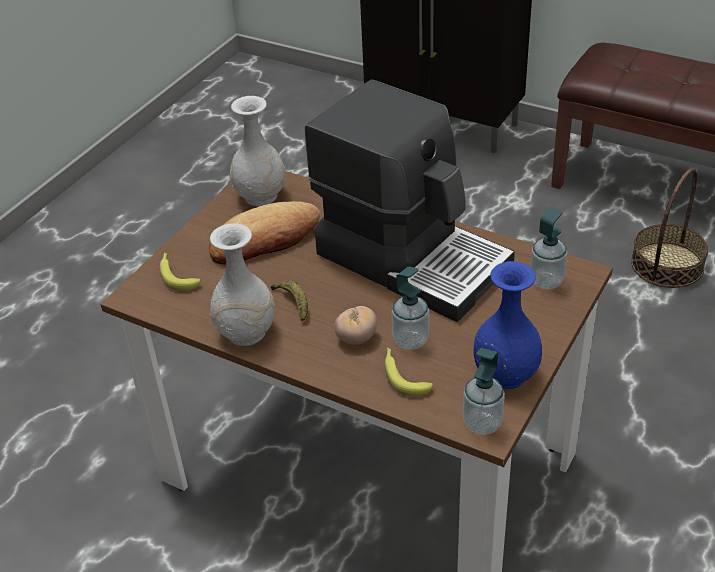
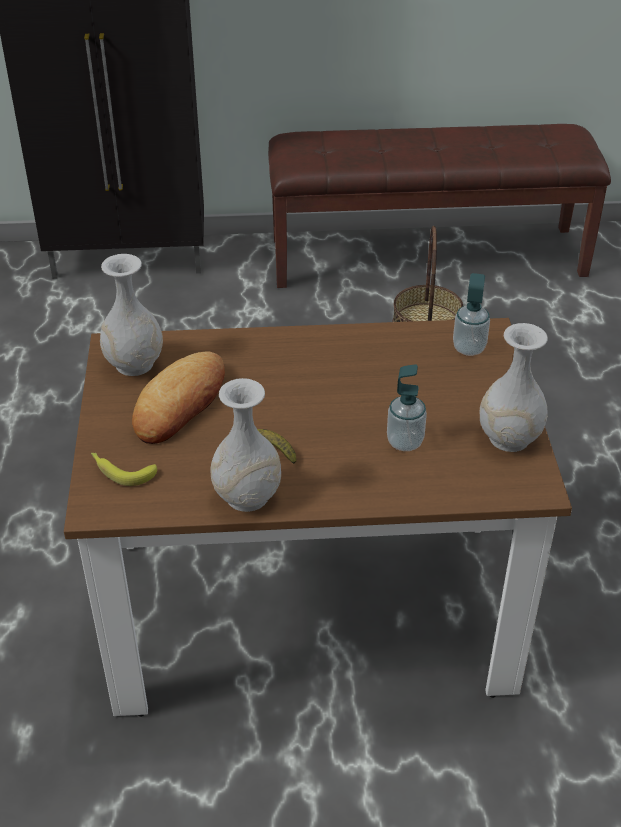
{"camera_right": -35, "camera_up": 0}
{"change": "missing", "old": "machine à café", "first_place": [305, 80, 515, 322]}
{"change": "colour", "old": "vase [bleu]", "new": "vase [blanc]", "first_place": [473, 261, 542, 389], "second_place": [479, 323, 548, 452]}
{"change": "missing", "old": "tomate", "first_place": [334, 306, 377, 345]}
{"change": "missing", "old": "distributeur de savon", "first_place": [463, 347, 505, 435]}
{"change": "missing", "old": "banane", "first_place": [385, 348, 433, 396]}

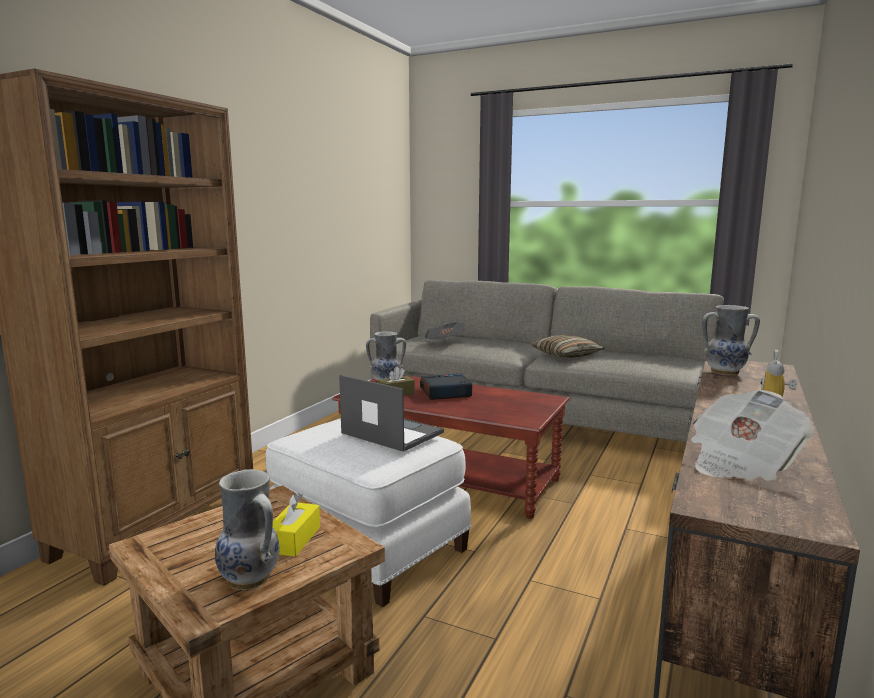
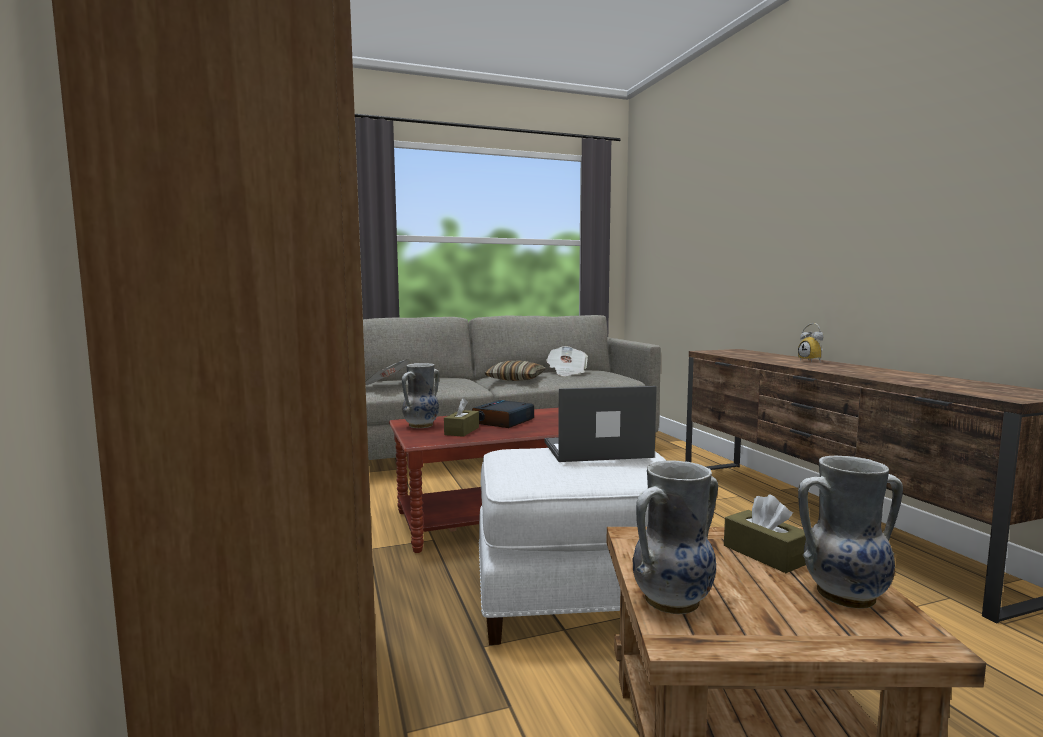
{"camera_right": -45, "camera_up": -5}
{"change": "relocated", "old": "vase", "first_place": [702, 305, 760, 375], "second_place": [632, 460, 718, 614]}
{"change": "relocated", "old": "journal", "first_place": [691, 390, 814, 481], "second_place": [546, 346, 588, 376]}
{"change": "colour", "old": "boîte à mouchoirs [jaune]", "new": "boîte à mouchoirs [marron]", "first_place": [273, 493, 320, 557], "second_place": [724, 494, 806, 573]}

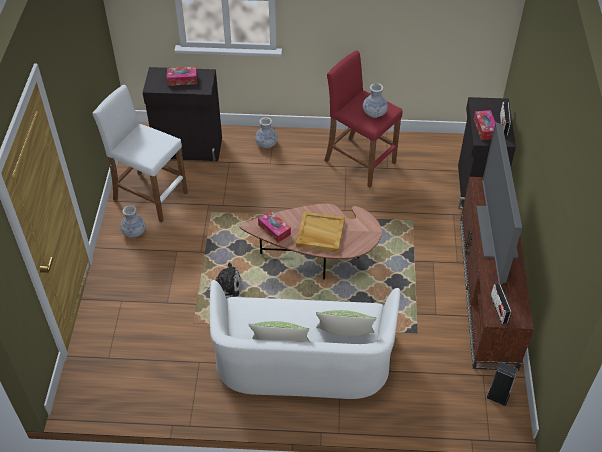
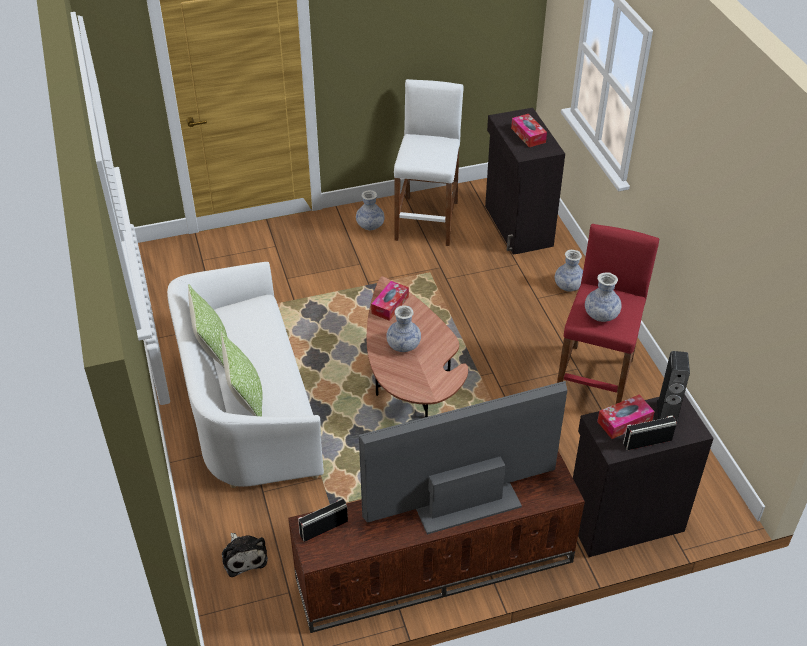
{"camera_right": 70, "camera_up": -5}
{"change": "exchanged", "old": "plateau [beige]", "new": "vase", "first_place": [296, 212, 345, 253], "second_place": [386, 305, 421, 352]}
{"change": "relocated", "old": "peluche", "first_place": [205, 263, 240, 298], "second_place": [222, 533, 268, 577]}
{"change": "relocated", "old": "enceinte", "first_place": [486, 361, 518, 406], "second_place": [657, 351, 690, 424]}

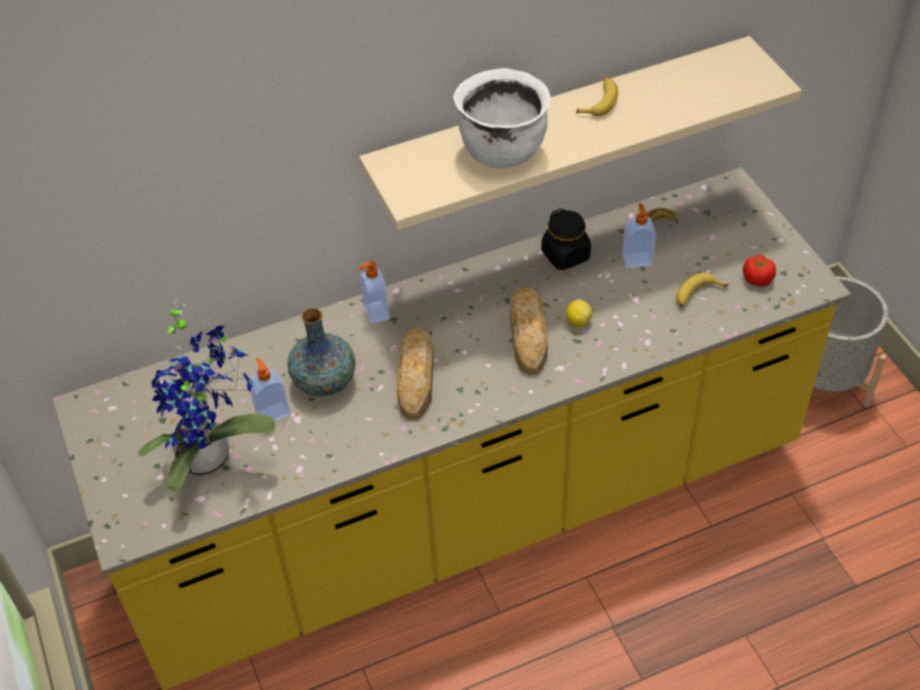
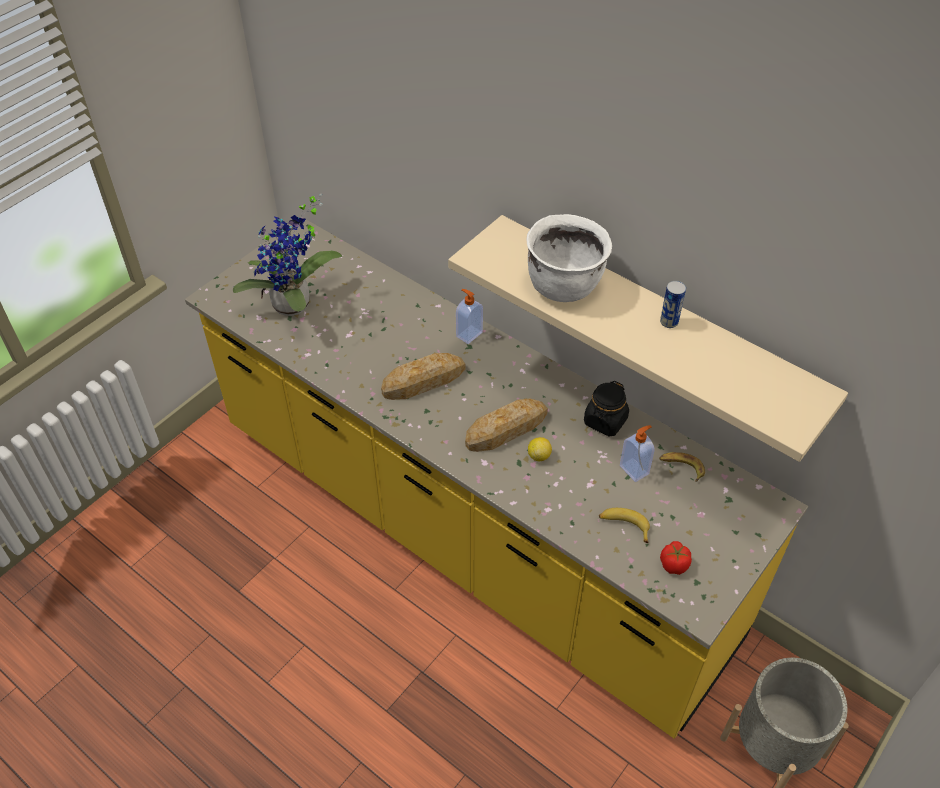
{"camera_right": 60, "camera_up": 0}
{"change": "exchanged", "old": "banane", "new": "boîte métallique", "first_place": [576, 77, 618, 116], "second_place": [660, 281, 686, 328]}
{"change": "missing", "old": "vase", "first_place": [288, 308, 356, 397]}
{"change": "missing", "old": "distributeur de savon", "first_place": [250, 358, 290, 422]}

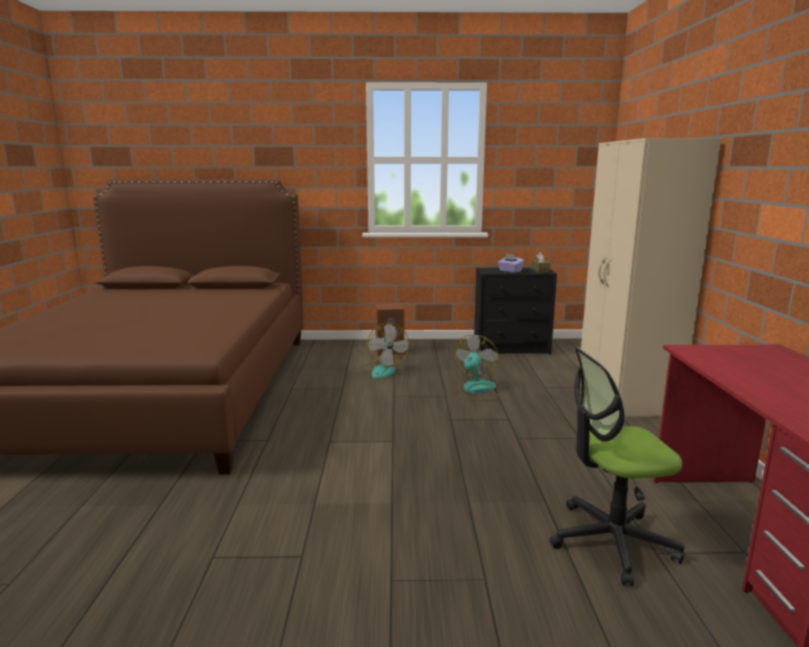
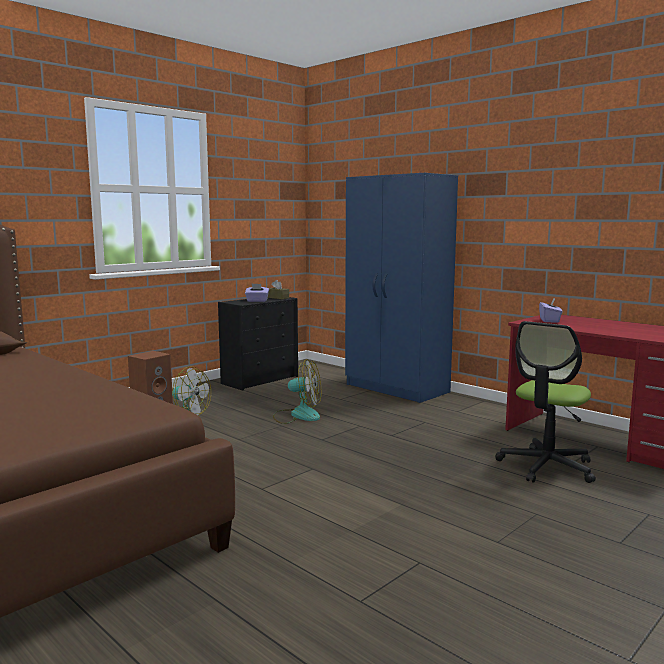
{"camera_right": -45, "camera_up": -5}
{"change": "colour", "old": "armoire [beige]", "new": "armoire [bleu]", "first_place": [581, 138, 721, 417], "second_place": [345, 173, 458, 403]}
{"change": "spun", "old": "ventilateur", "first_place": [454, 335, 501, 401], "second_place": [273, 359, 322, 424], "degrees": 120}
{"change": "appeared", "new": "boîte à mouchoirs [violet]", "second_place": [539, 298, 563, 323]}

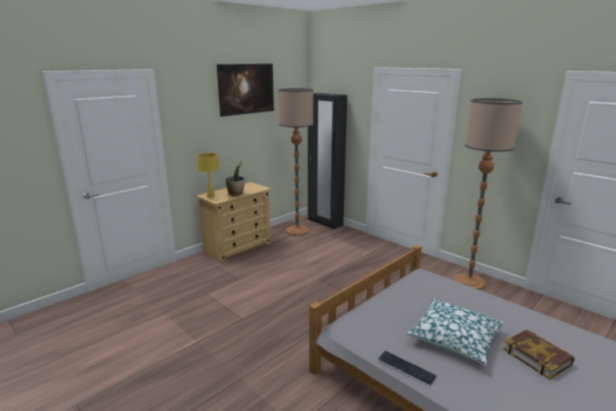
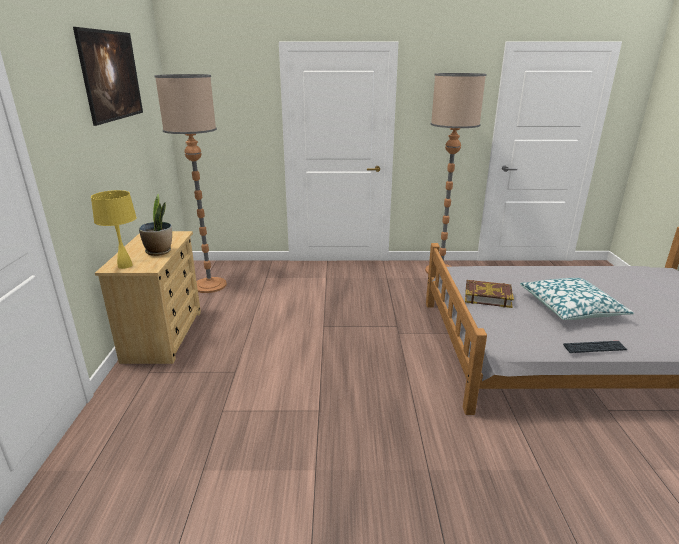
{"camera_right": -45, "camera_up": 5}
{"change": "missing", "old": "armoire [noir]", "first_place": [308, 93, 347, 229]}
{"change": "relocated", "old": "livre", "first_place": [503, 330, 575, 380], "second_place": [465, 280, 514, 308]}

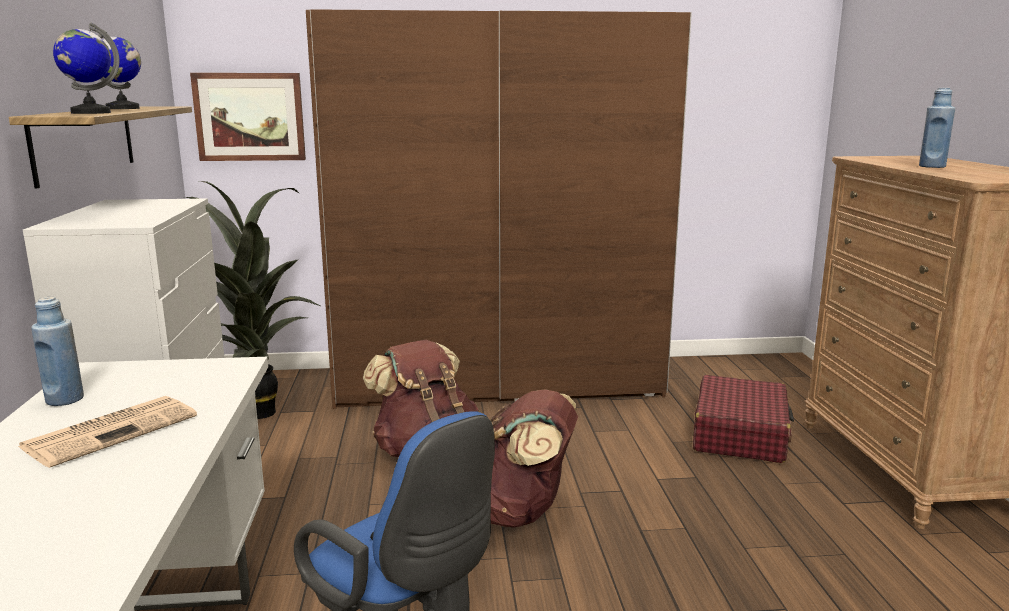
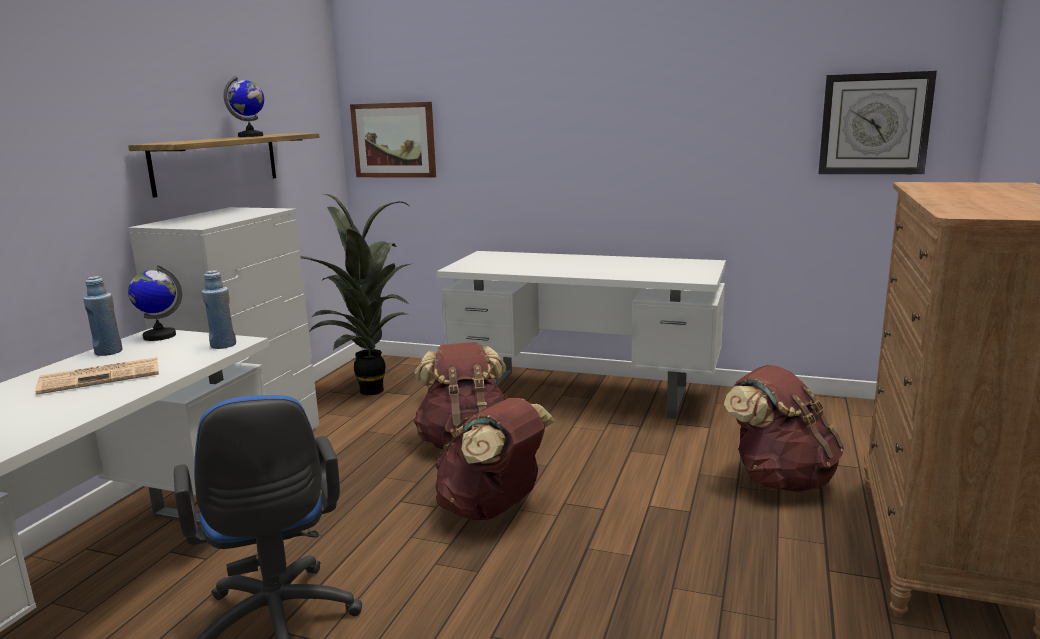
{"camera_right": 25, "camera_up": 0}
{"change": "exchanged", "old": "armoire [marron]", "new": "bureau [blanc]", "first_place": [306, 9, 692, 409], "second_place": [437, 251, 726, 418]}
{"change": "relocated", "old": "globe", "first_place": [53, 22, 120, 114], "second_place": [128, 265, 182, 341]}
{"change": "relocated", "old": "bouteille [bleu]", "first_place": [919, 88, 955, 168], "second_place": [202, 270, 236, 349]}
{"change": "exchanged", "old": "valise [rouge]", "new": "sac à dos [marron]", "first_place": [693, 375, 794, 463], "second_place": [724, 365, 844, 492]}
{"change": "appeared", "new": "horloge murale", "second_place": [818, 71, 937, 174]}

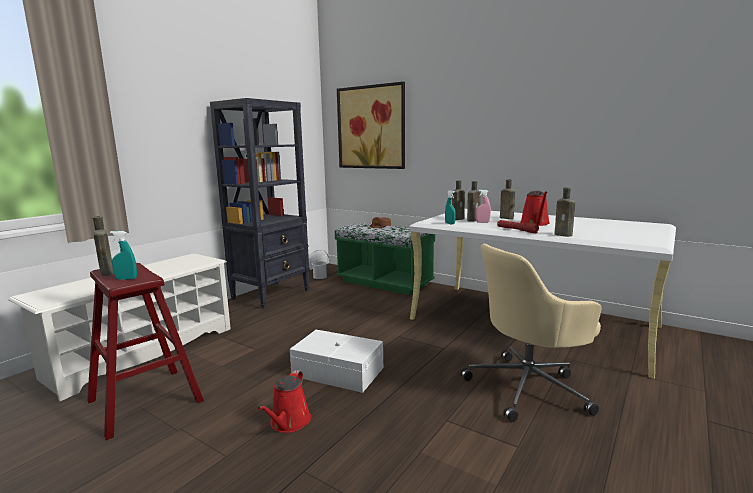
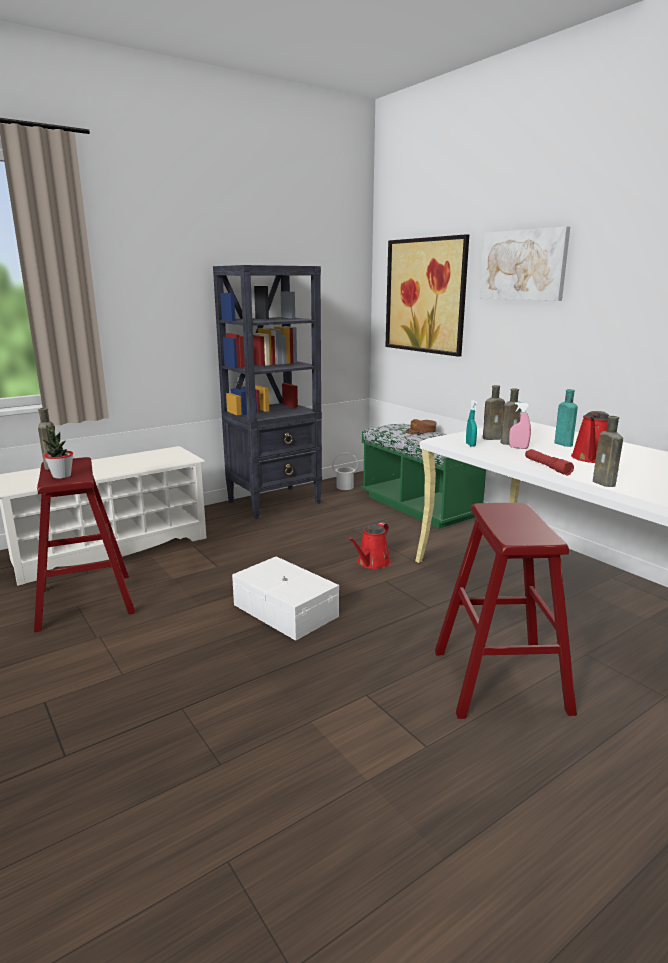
{"camera_right": 20, "camera_up": 5}
{"change": "colour", "old": "bouteille [marron]", "new": "bouteille [turquoise]", "first_place": [500, 179, 515, 219], "second_place": [554, 389, 578, 447]}
{"change": "exchanged", "old": "vaporisateur [turquoise]", "new": "plante en pot", "first_place": [110, 231, 137, 280], "second_place": [43, 425, 73, 479]}
{"change": "exchanged", "old": "chaise de bureau [beige]", "new": "tabouret [rouge]", "first_place": [460, 244, 602, 422], "second_place": [435, 503, 577, 719]}
{"change": "relocated", "old": "arrosoir [rouge]", "first_place": [258, 370, 311, 433], "second_place": [348, 522, 391, 569]}
{"change": "appeared", "new": "tableau", "second_place": [480, 226, 570, 301]}

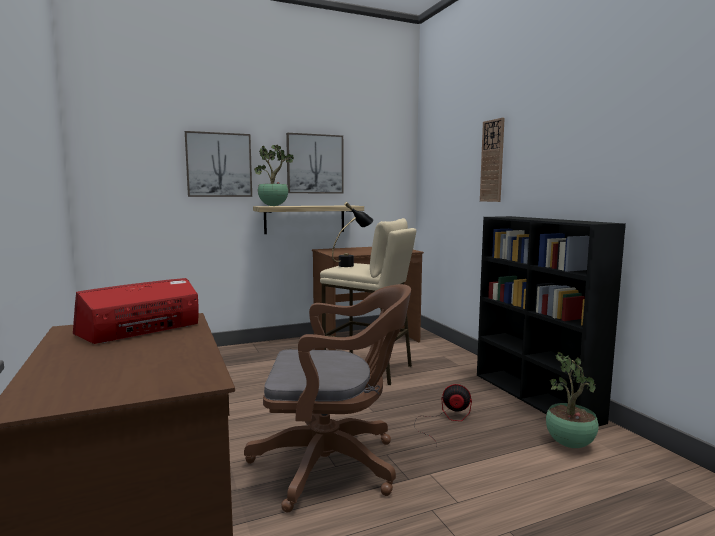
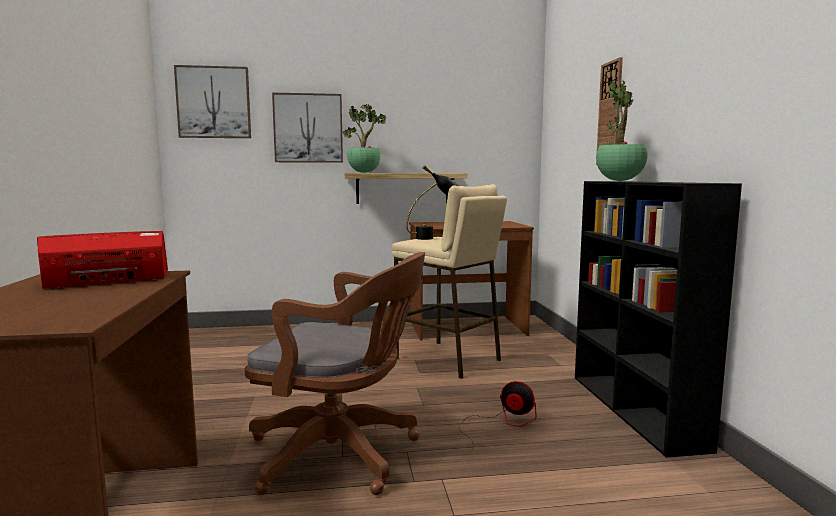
{"camera_right": 15, "camera_up": 0}
{"change": "relocated", "old": "tableau", "first_place": [286, 133, 344, 193], "second_place": [174, 65, 251, 138]}
{"change": "relocated", "old": "plante en pot", "first_place": [546, 352, 599, 448], "second_place": [596, 81, 647, 181]}

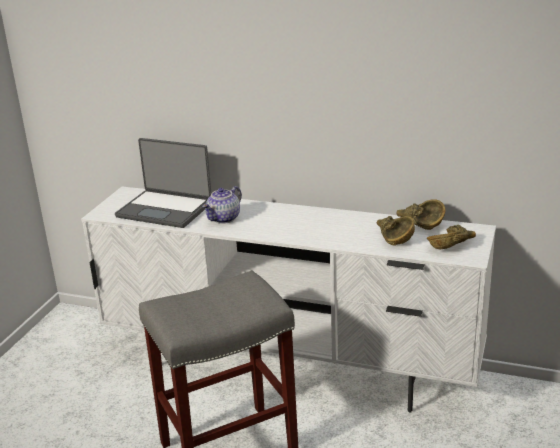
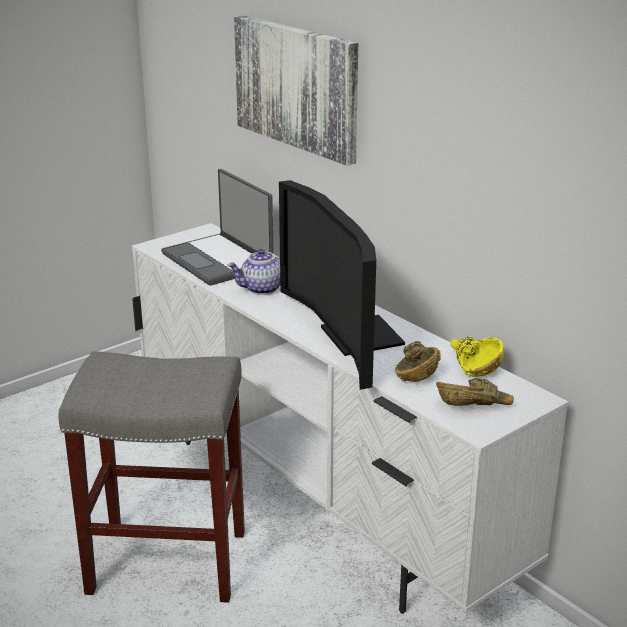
{"camera_right": 30, "camera_up": 0}
{"change": "colour", "old": "bol [marron]", "new": "bol [jaune]", "first_place": [396, 199, 446, 230], "second_place": [450, 336, 504, 378]}
{"change": "appeared", "new": "tableau", "second_place": [234, 15, 358, 166]}
{"change": "appeared", "new": "téléviseur", "second_place": [279, 180, 405, 390]}

